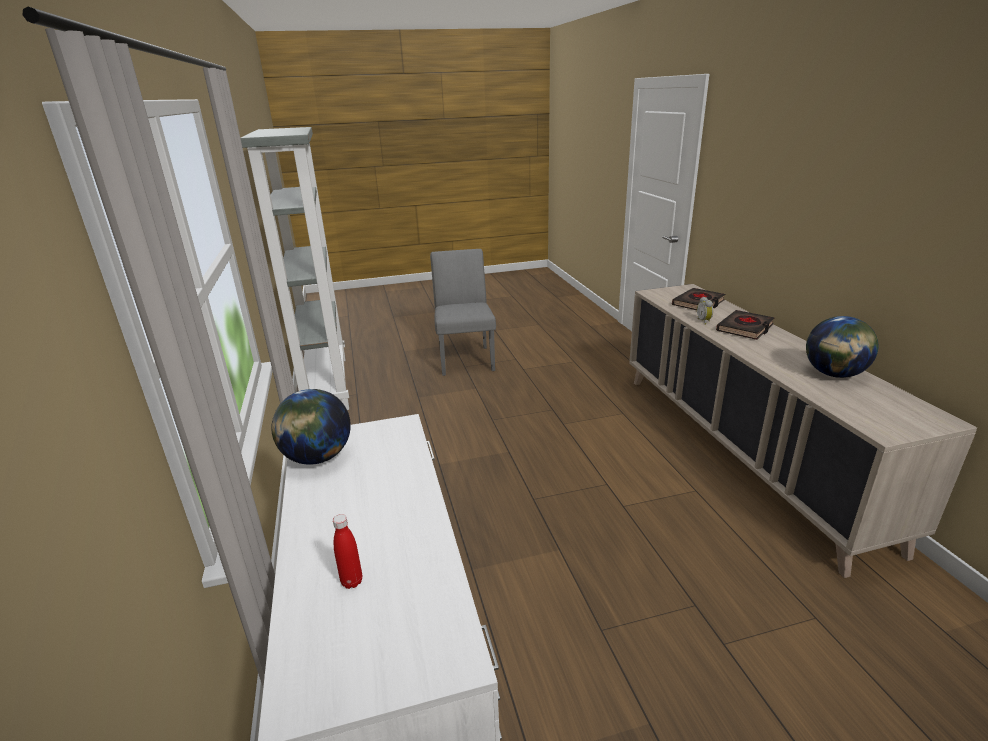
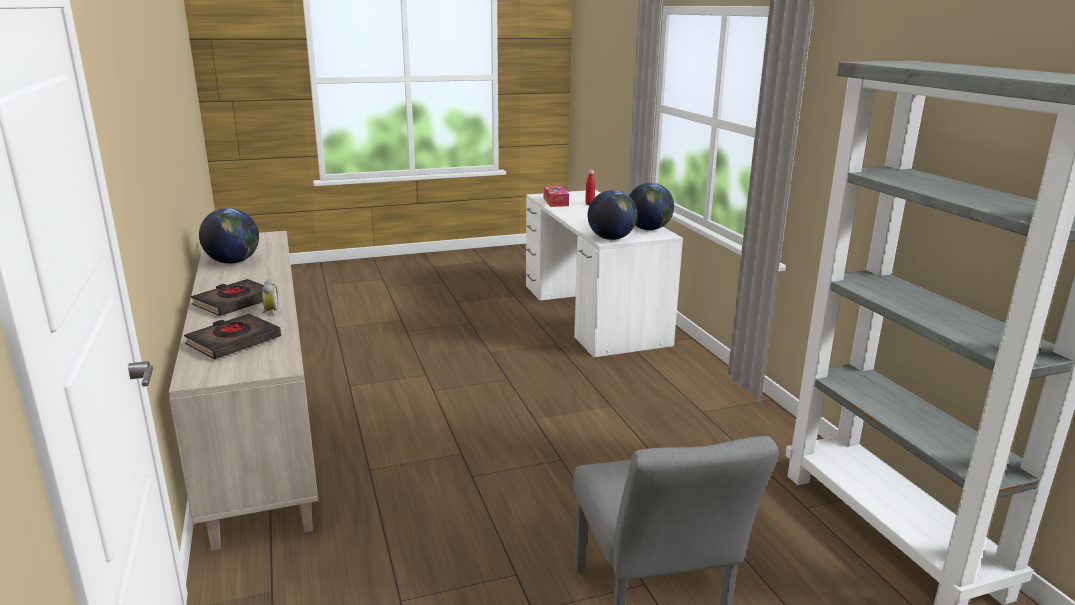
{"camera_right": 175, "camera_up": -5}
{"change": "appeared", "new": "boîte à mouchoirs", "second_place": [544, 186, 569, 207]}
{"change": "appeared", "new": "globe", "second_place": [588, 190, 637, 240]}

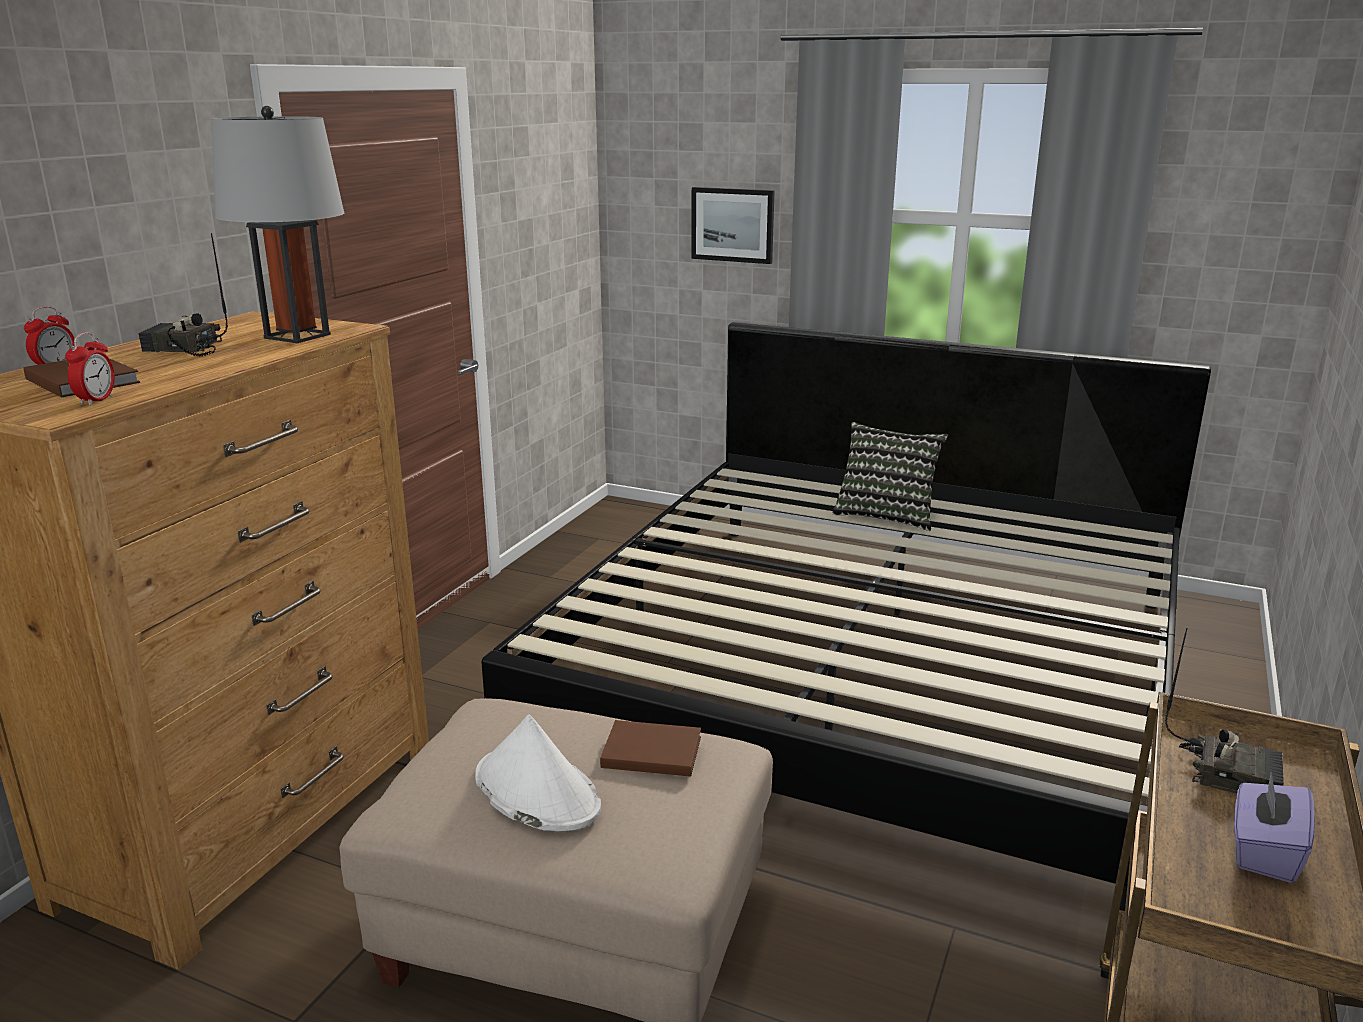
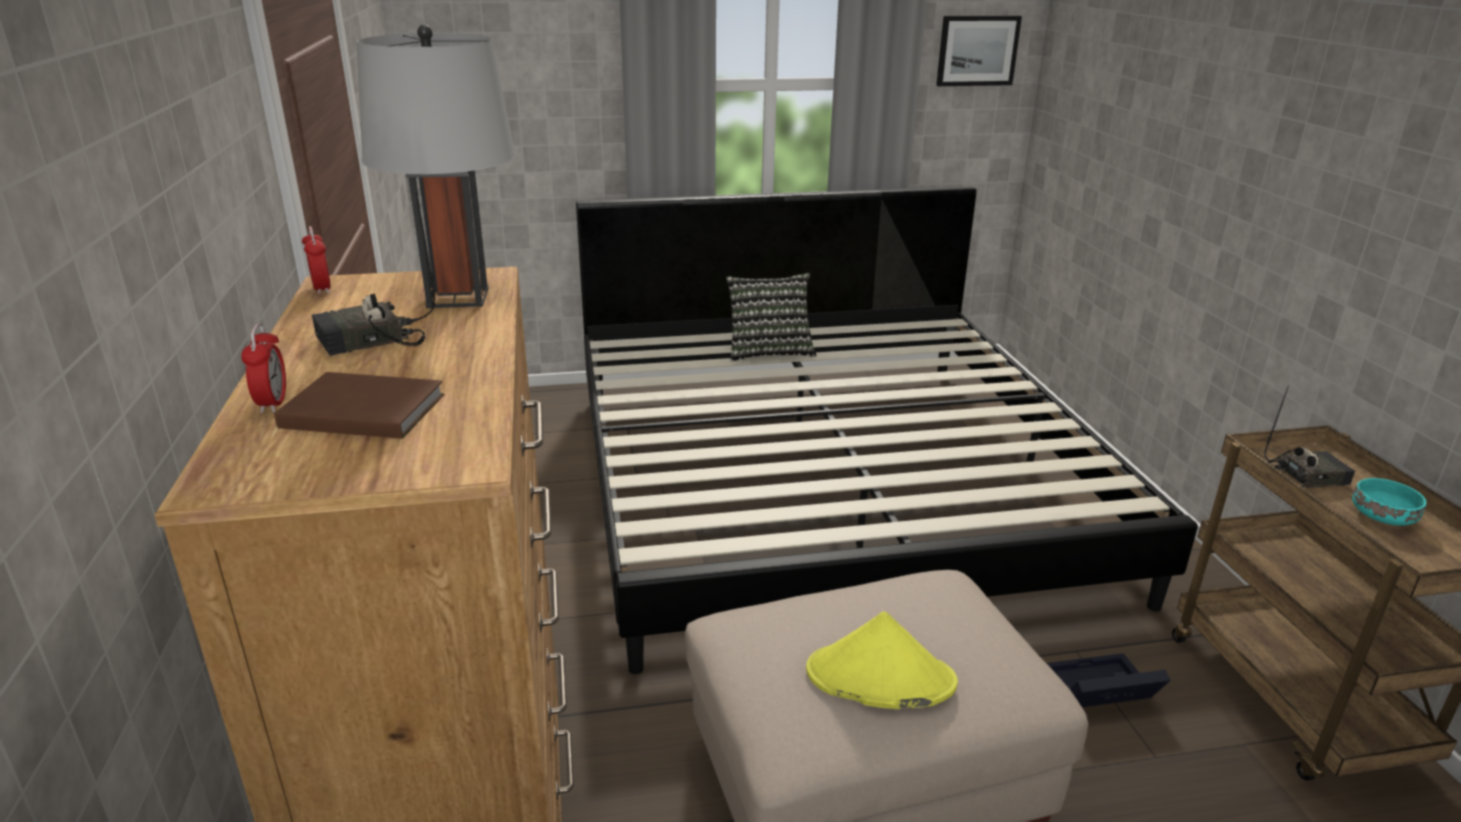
{"camera_right": -35, "camera_up": 5}
{"change": "relocated", "old": "tableau", "first_place": [691, 187, 775, 264], "second_place": [936, 16, 1022, 86]}
{"change": "relocated", "old": "réveil", "first_place": [65, 332, 115, 406], "second_place": [302, 226, 331, 295]}
{"change": "colour", "old": "chapeau [blanc]", "new": "chapeau [jaune]", "first_place": [475, 715, 601, 831], "second_place": [806, 612, 958, 709]}
{"change": "missing", "old": "livre [marron]", "first_place": [600, 720, 701, 777]}
{"change": "exchanged", "old": "boîte à mouchoirs [violet]", "new": "bol [turquoise]", "first_place": [1234, 772, 1315, 883], "second_place": [1352, 478, 1427, 526]}
{"change": "appeared", "new": "boîte de rangement [noir]", "second_place": [1046, 653, 1171, 707]}

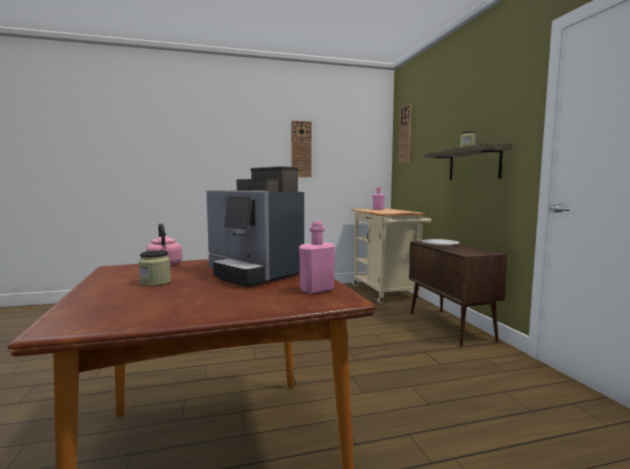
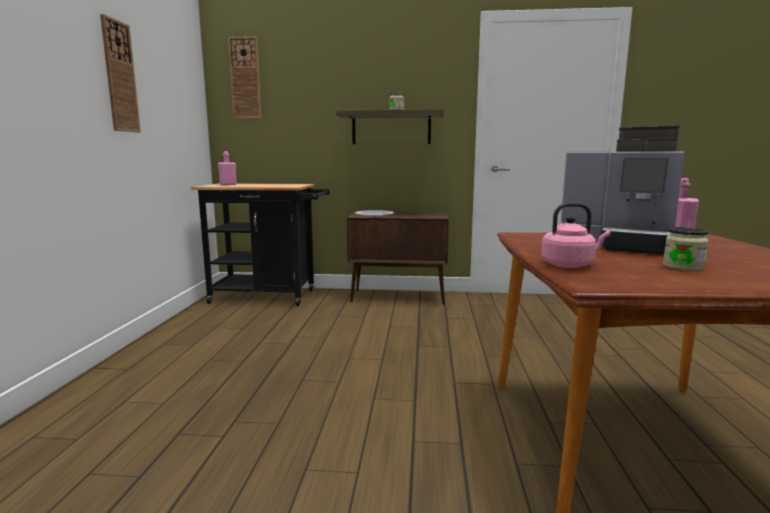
{"camera_right": -70, "camera_up": 5}
{"change": "spun", "old": "machine à café", "first_place": [206, 166, 304, 287], "second_place": [561, 125, 685, 255], "degrees": 60}
{"change": "colour", "old": "chariot [beige]", "new": "chariot [noir]", "first_place": [351, 209, 432, 303], "second_place": [191, 183, 330, 306]}

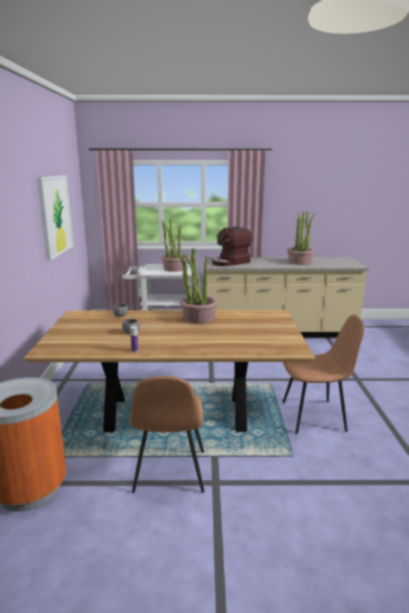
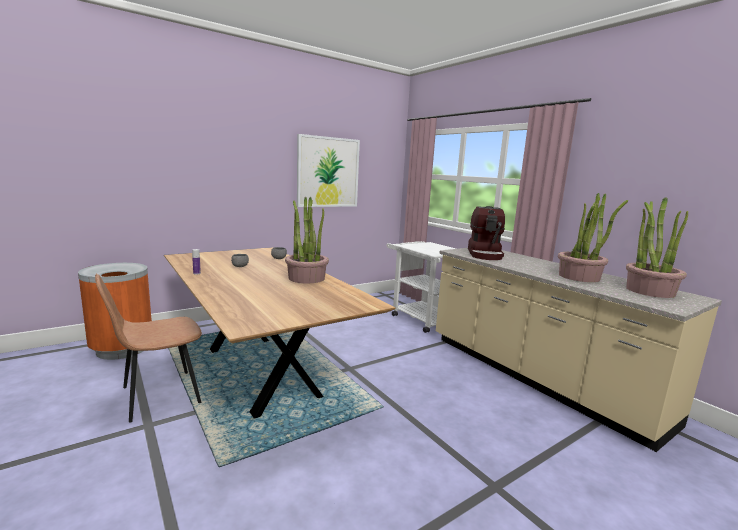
{"camera_right": 55, "camera_up": -5}
{"change": "relocated", "old": "plante en pot", "first_place": [161, 219, 188, 272], "second_place": [626, 198, 688, 298]}
{"change": "spun", "old": "machine à café", "first_place": [212, 227, 252, 266], "second_place": [468, 206, 505, 260], "degrees": -105}
{"change": "missing", "old": "chaise [marron]", "first_place": [283, 314, 365, 433]}

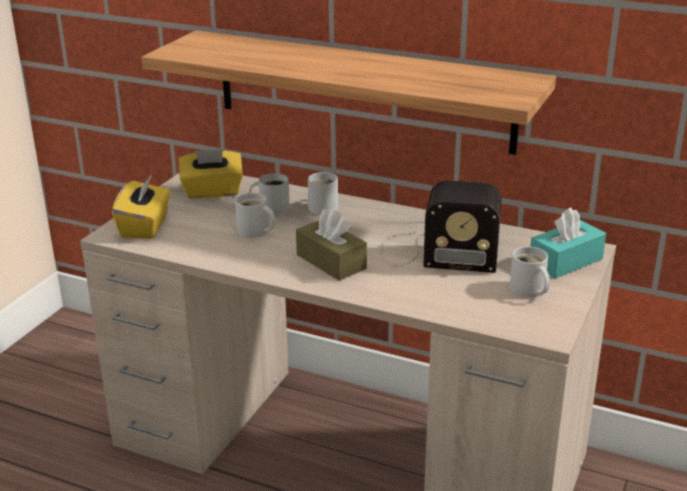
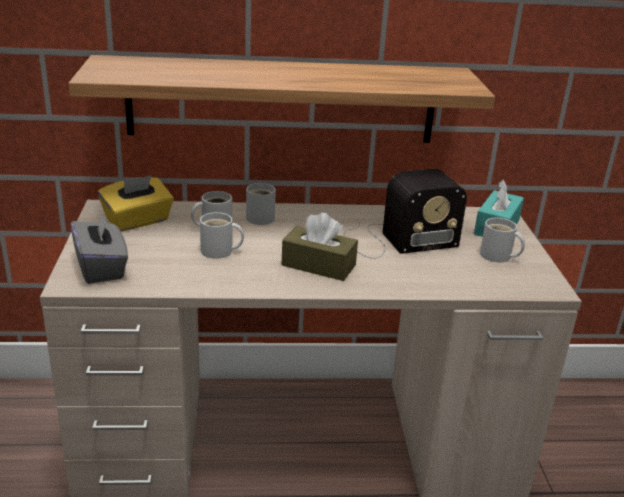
{"camera_right": -30, "camera_up": 0}
{"change": "colour", "old": "boîte à mouchoirs [jaune]", "new": "boîte à mouchoirs [gris]", "first_place": [112, 176, 170, 239], "second_place": [71, 210, 128, 284]}

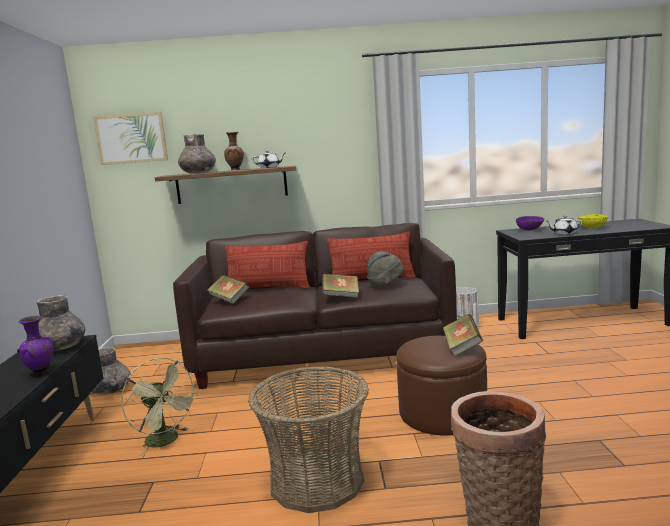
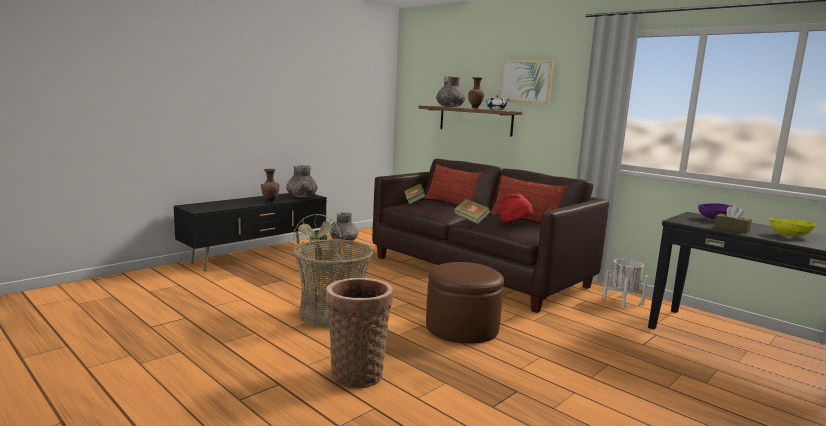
{"camera_right": 45, "camera_up": 0}
{"change": "relocated", "old": "tableau", "first_place": [93, 112, 168, 165], "second_place": [499, 60, 554, 104]}
{"change": "exchanged", "old": "théière [blanc]", "new": "boîte à mouchoirs [marron]", "first_place": [547, 216, 582, 235], "second_place": [714, 205, 752, 233]}
{"change": "colour", "old": "chapeau [gris]", "new": "chapeau [rouge]", "first_place": [367, 251, 404, 288], "second_place": [500, 193, 533, 223]}
{"change": "missing", "old": "livre", "first_place": [443, 314, 483, 356]}
{"change": "colour", "old": "vase [violet]", "new": "vase [marron]", "first_place": [17, 316, 53, 376], "second_place": [261, 169, 279, 203]}

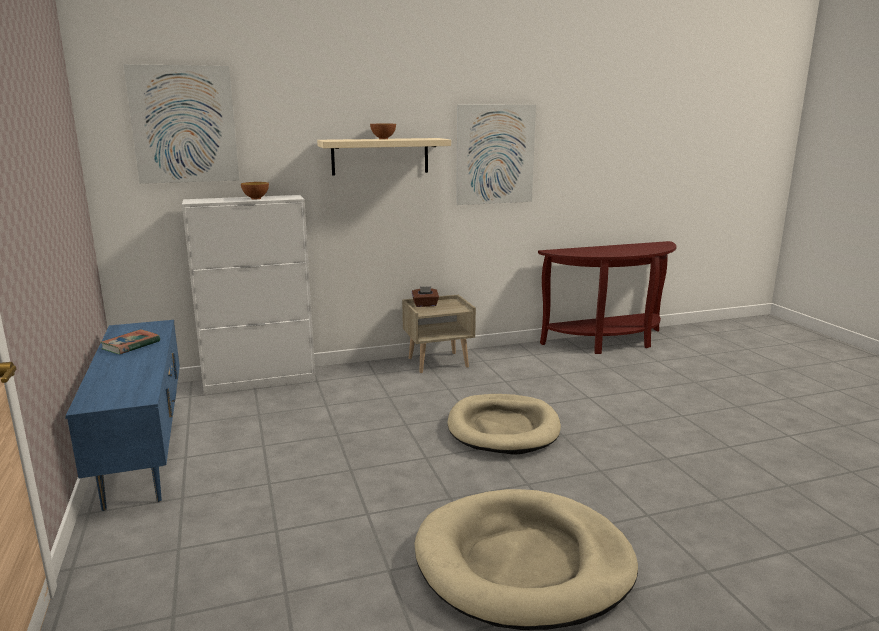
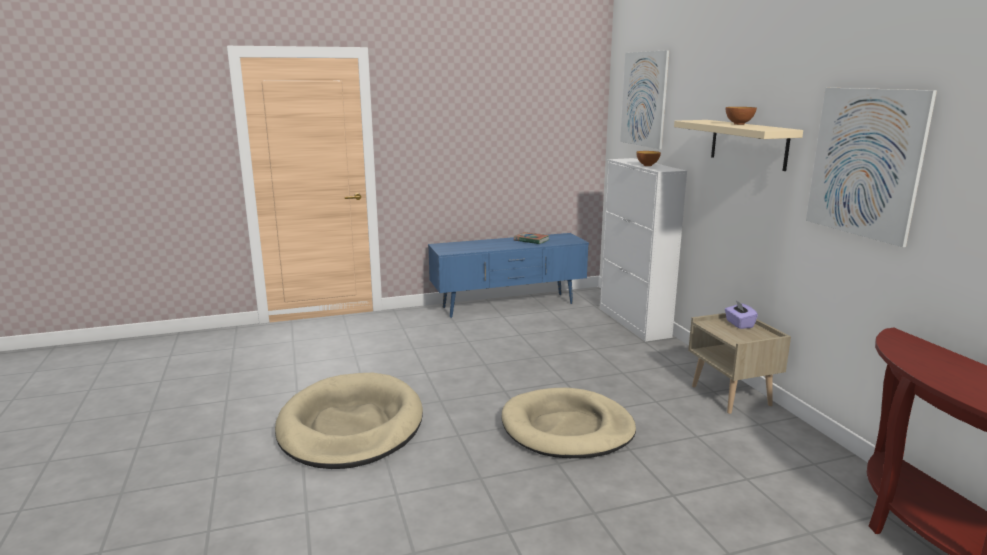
{"camera_right": 90, "camera_up": 0}
{"change": "colour", "old": "boîte à mouchoirs [marron]", "new": "boîte à mouchoirs [violet]", "first_place": [412, 286, 439, 307], "second_place": [725, 300, 758, 329]}

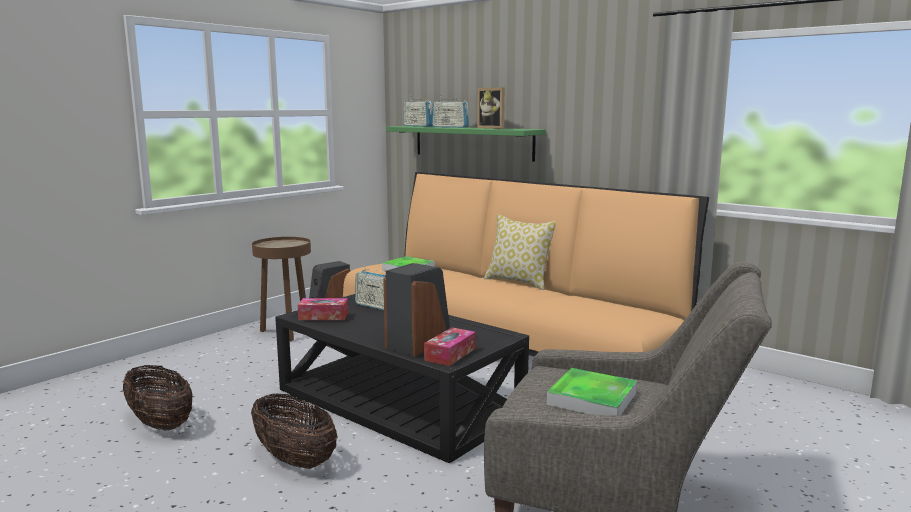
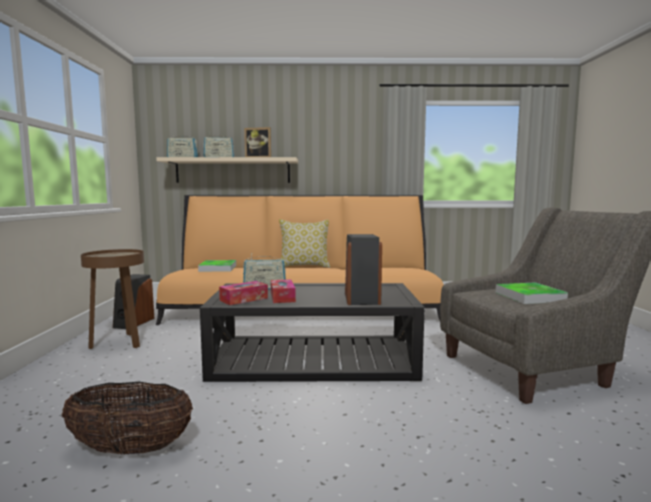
{"camera_right": -40, "camera_up": -5}
{"change": "colour", "old": "étagère [vert]", "new": "étagère [beige]", "first_place": [386, 126, 546, 162], "second_place": [156, 157, 298, 183]}
{"change": "relocated", "old": "boîte à mouchoirs", "first_place": [424, 327, 476, 366], "second_place": [271, 279, 296, 303]}
{"change": "missing", "old": "panier", "first_place": [251, 394, 337, 469]}

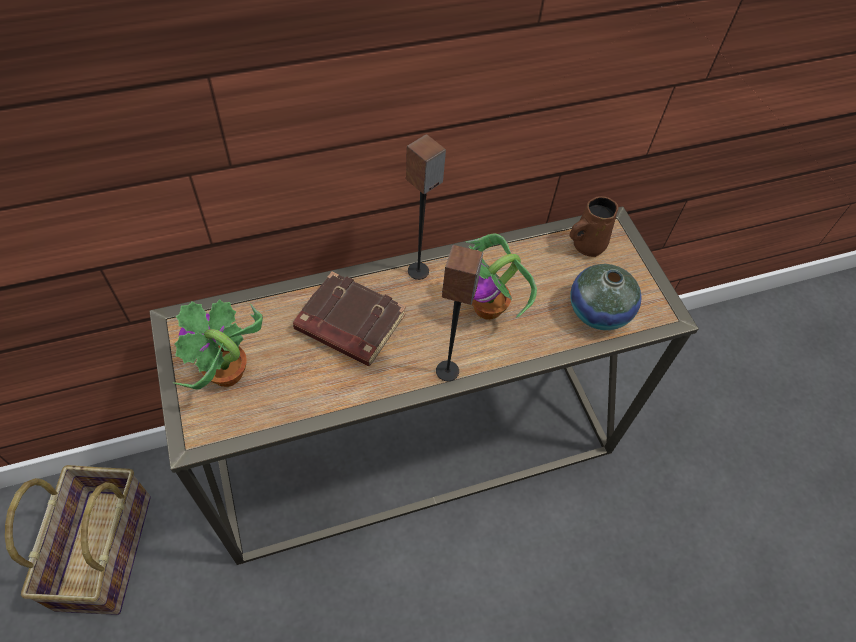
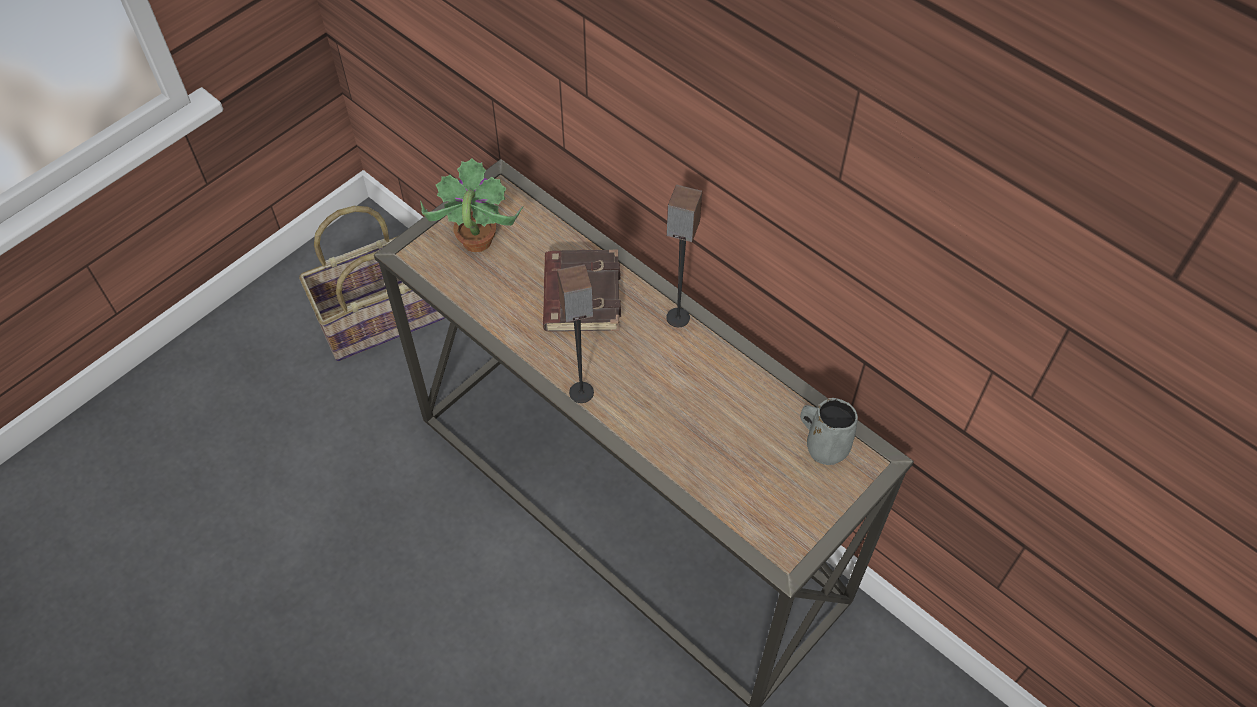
{"camera_right": 65, "camera_up": 0}
{"change": "colour", "old": "mug [marron]", "new": "mug [gris]", "first_place": [569, 196, 619, 257], "second_place": [800, 398, 858, 465]}
{"change": "missing", "old": "plante en pot", "first_place": [466, 233, 537, 320]}
{"change": "missing", "old": "vase", "first_place": [570, 264, 642, 330]}

